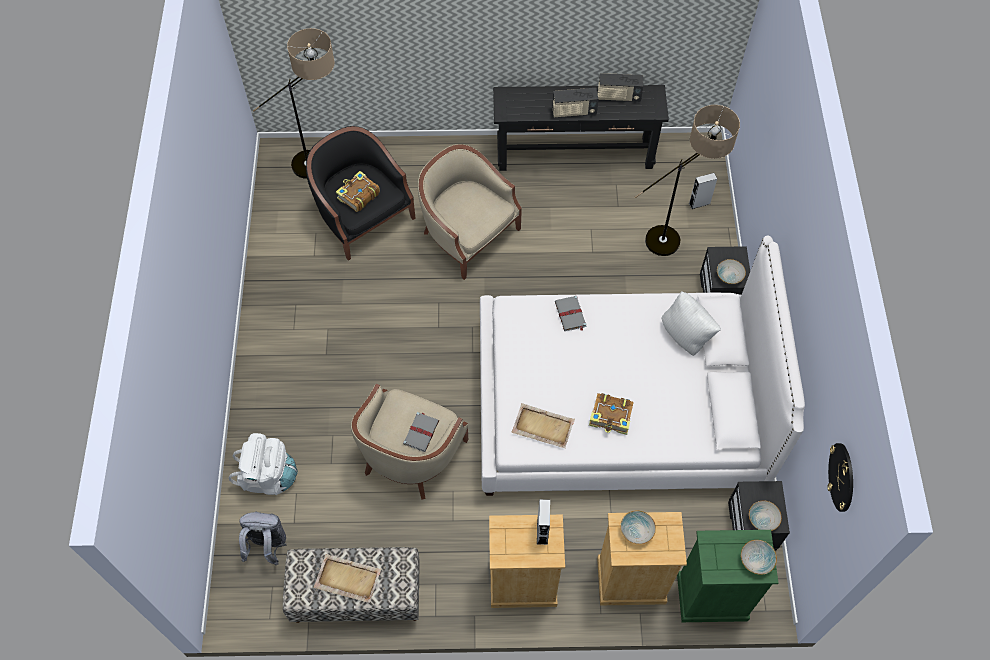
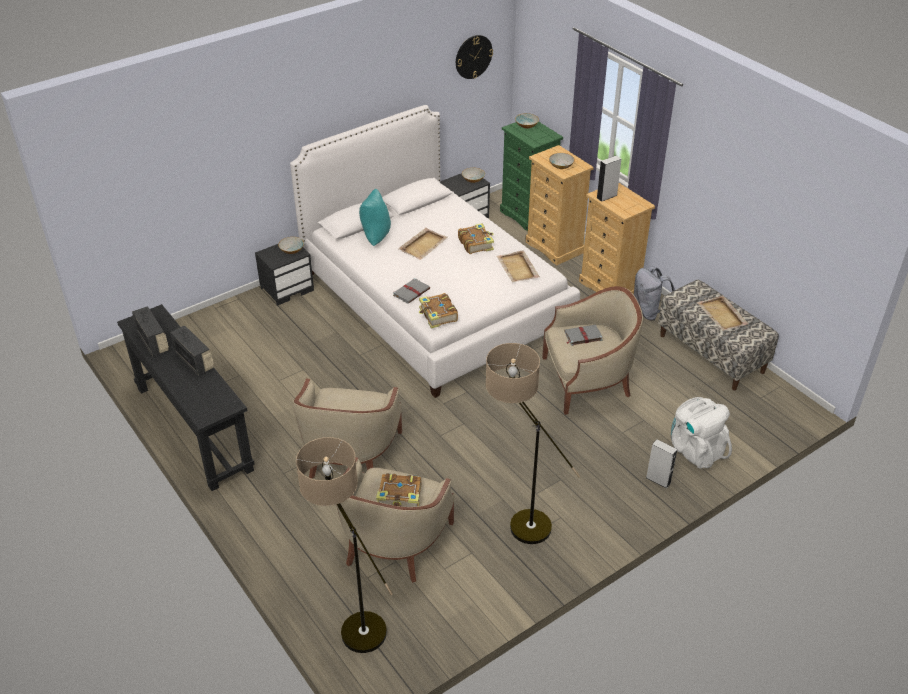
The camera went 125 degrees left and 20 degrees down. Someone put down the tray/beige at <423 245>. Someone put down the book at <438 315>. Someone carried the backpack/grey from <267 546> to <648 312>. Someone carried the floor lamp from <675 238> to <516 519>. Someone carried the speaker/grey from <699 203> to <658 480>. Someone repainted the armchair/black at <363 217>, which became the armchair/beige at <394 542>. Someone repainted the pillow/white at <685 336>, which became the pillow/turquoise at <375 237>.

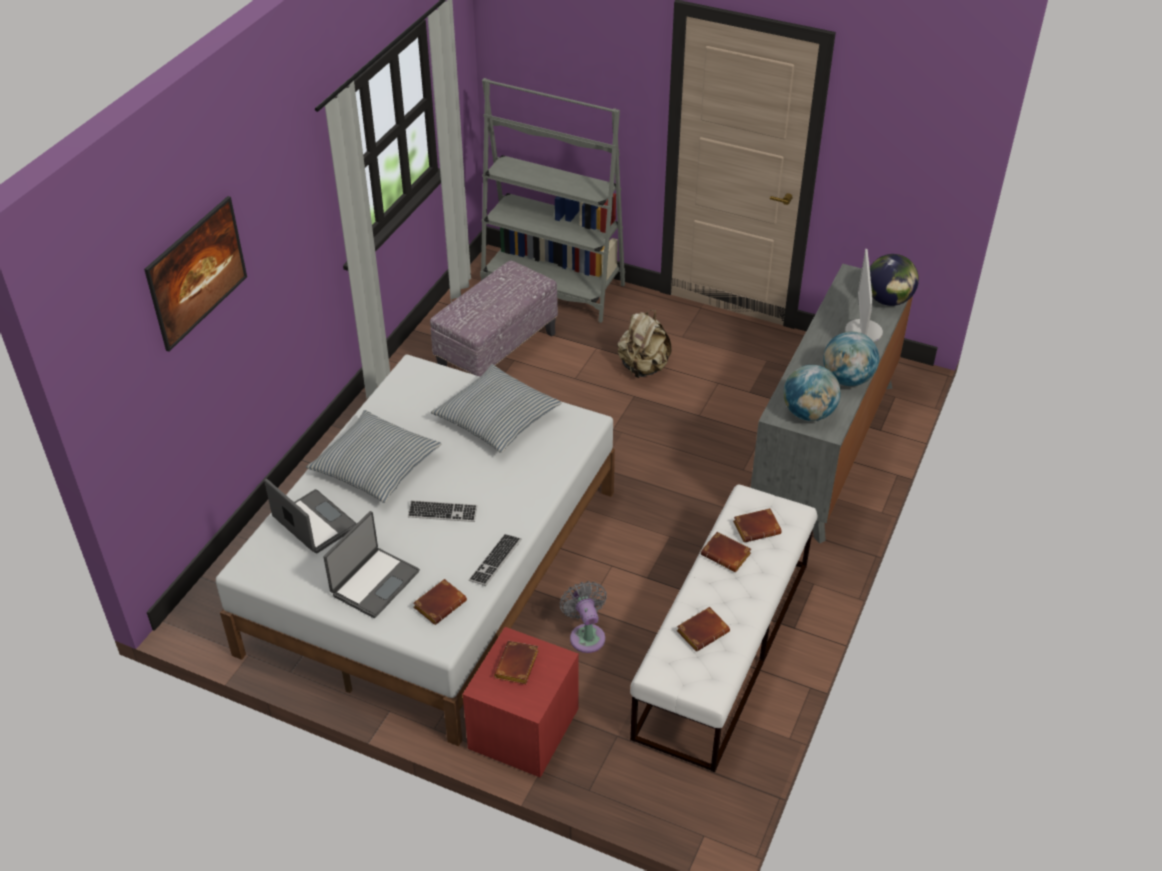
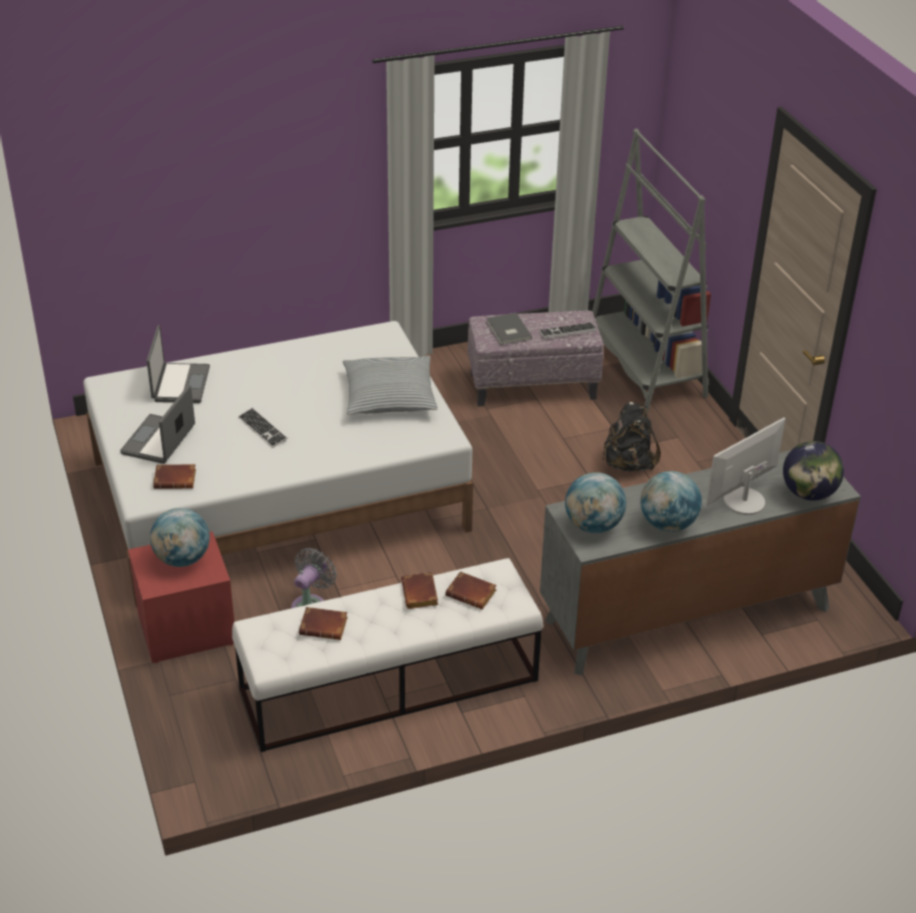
The camera went 45 degrees right and 5 degrees down. Someone took away the picture at <201 292>. Someone took away the pillow at <376 466>. Someone put down the book/grey at <507 331>. Someone carried the keyboard from <495 561> to <567 331>. Someone swapped the book/brown at <518 667> for the globe at <182 559>. Someone repainted the backpack/beige at <643 368>, which became the backpack/black at <628 464>. Someone rotated the laptop at <374 582> by 120 degrees clockwise.

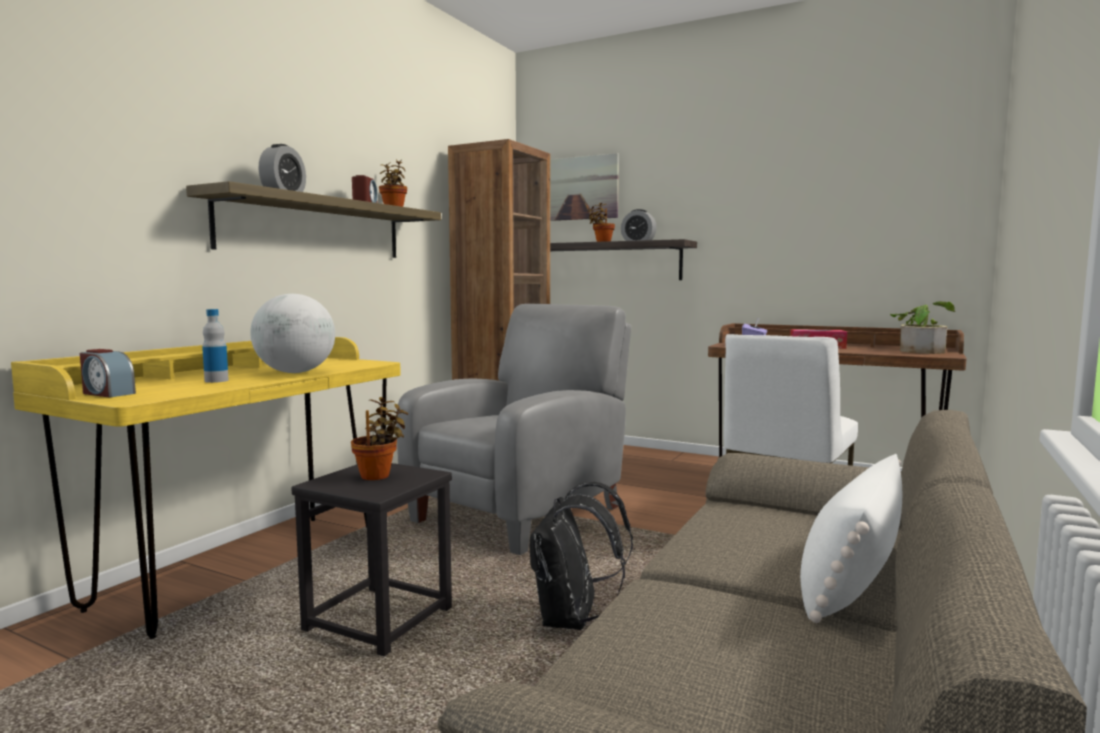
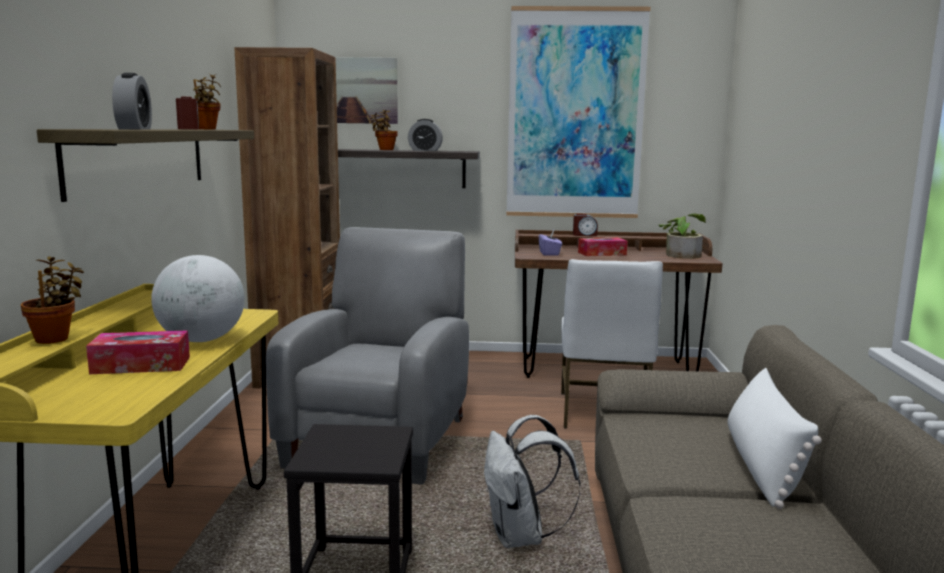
The camera went 25 degrees left and 5 degrees up. Someone put up the picture at <575 114>. Someone carried the alarm clock from <107 393> to <584 235>. Someone carried the potted plant from <378 475> to <55 338>. Someone swapped the bottle at <216 381> for the tissue box at <141 365>. Someone repainted the backpack/black at <572 620>, which became the backpack/white at <521 537>.

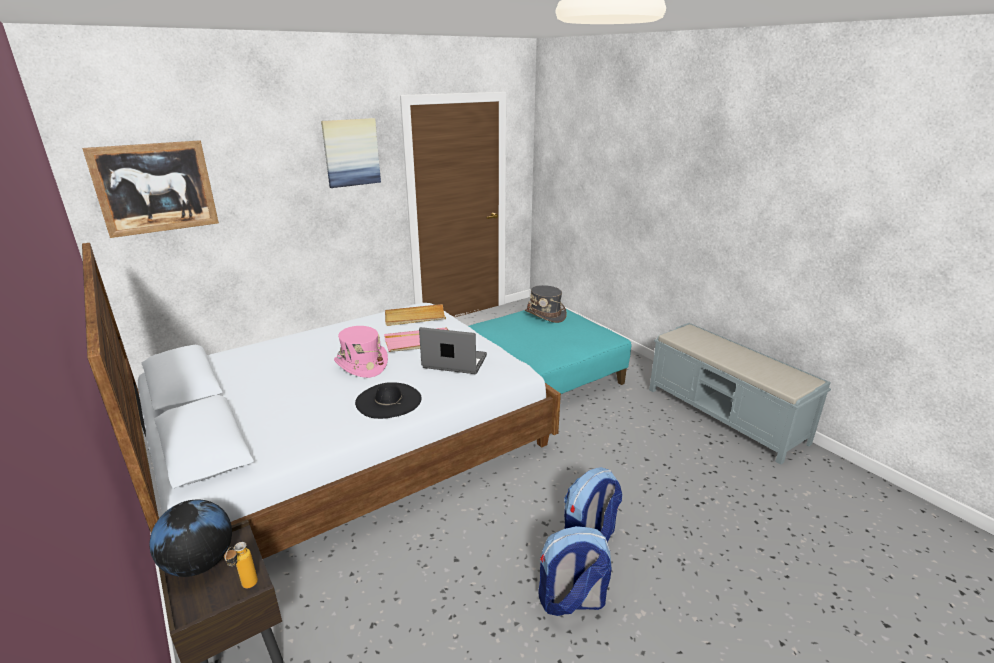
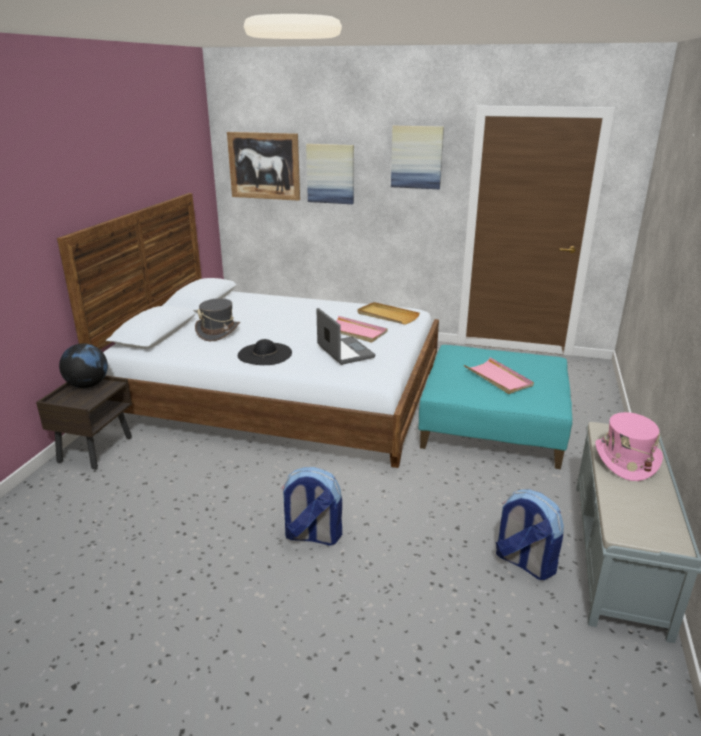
The camera went 50 degrees right and 0 degrees up. Someone took away the bottle at <246 588>. Someone put up the picture at <330 174>. Someone put down the tray/pink at <498 378>. Someone carried the hat/pink from <361 365> to <625 460>. Someone carried the hat/grey from <545 315> to <218 332>. Someone carried the backpack from <571 601> to <523 562>.

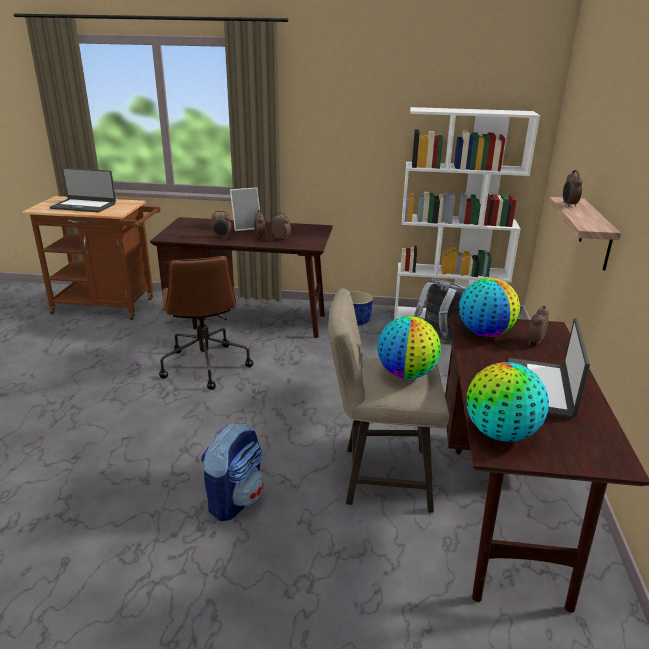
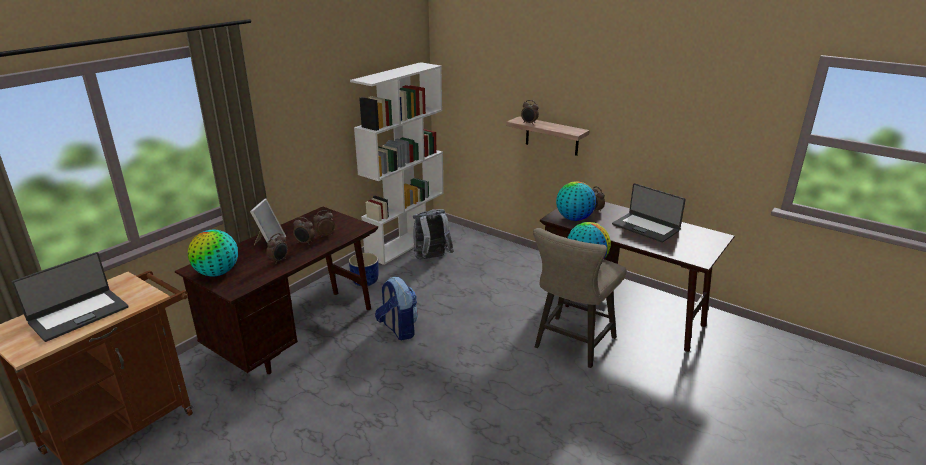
The camera went 60 degrees left and 0 degrees up. Someone took away the office chair/brown at <205 365>. Someone carried the backpack from <235 499> to <398 329>. Someone carried the globe from <500 433> to <217 273>.

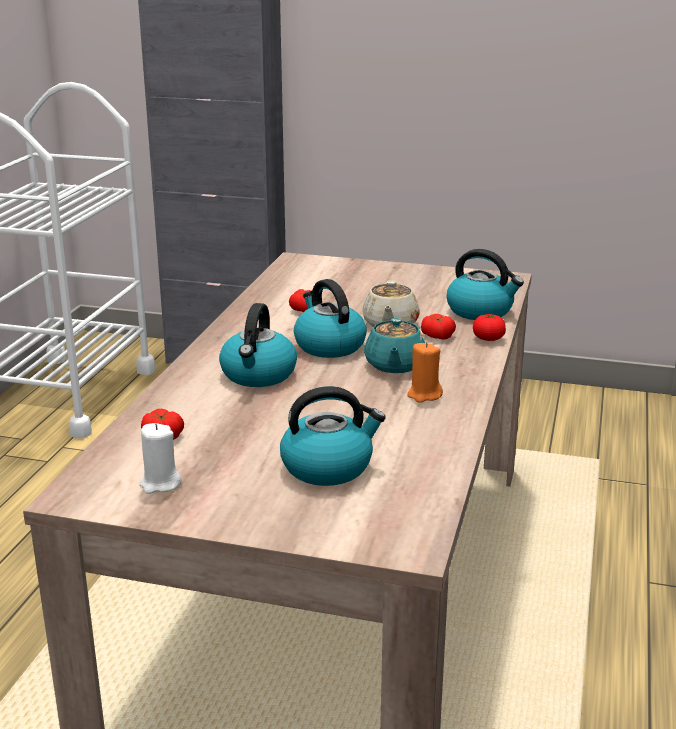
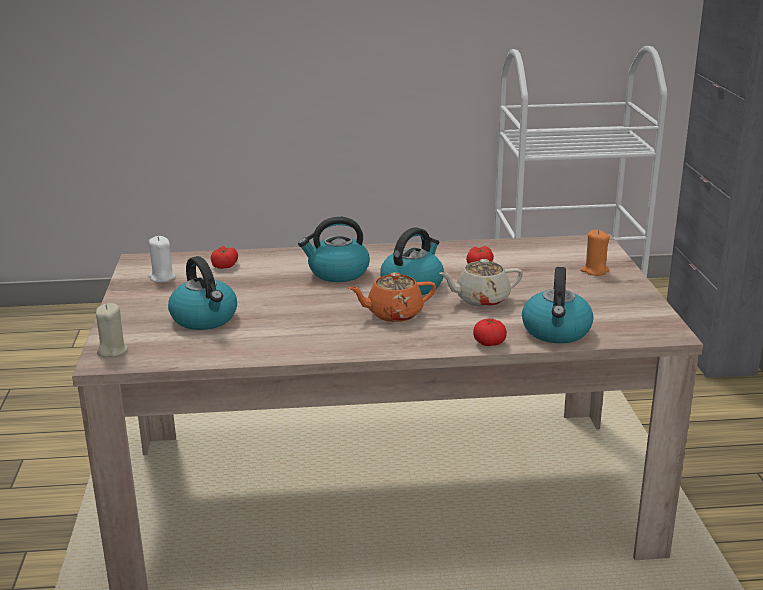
The camera went 70 degrees right and 0 degrees up. Someone took away the tomato at <437 336>. Someone put down the candle/beige at <112 351>. Someone carried the candle/orange from <424 395> to <594 271>. Someone repainted the teapot/turquoise at <394 365>, which became the teapot/orange at <393 314>.

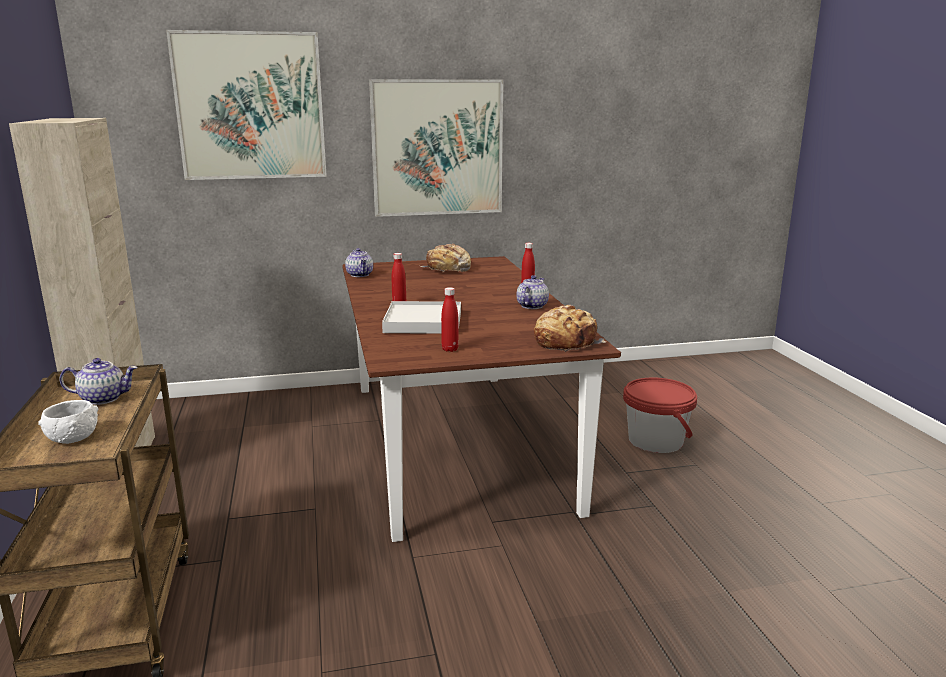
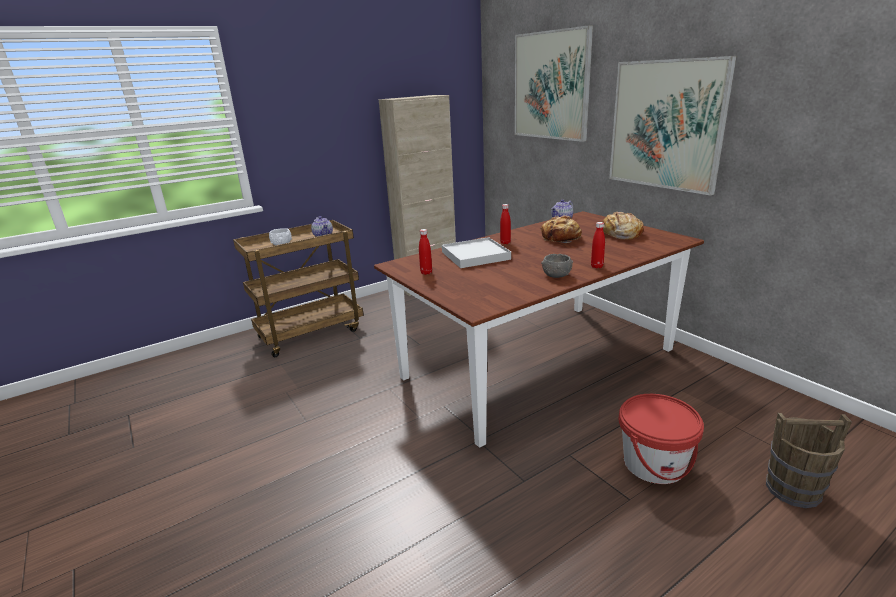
The camera went 70 degrees right and 5 degrees up. Someone put down the bucket/brown at <793 489>. Someone carried the bread from <565 341> to <561 238>. Someone swapped the teapot at <531 306> for the bowl/grey at <556 275>.

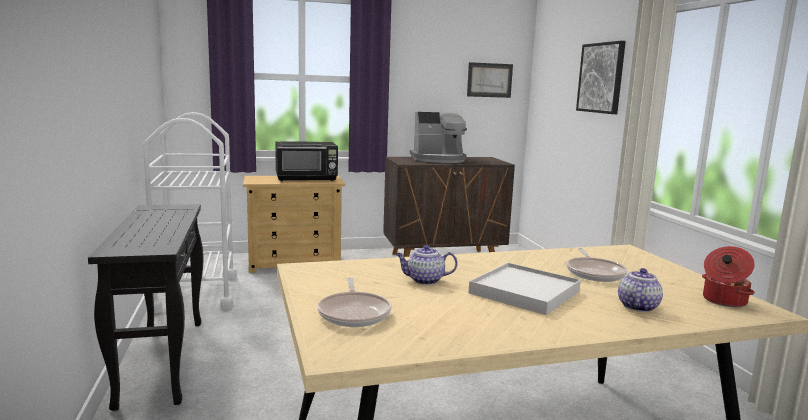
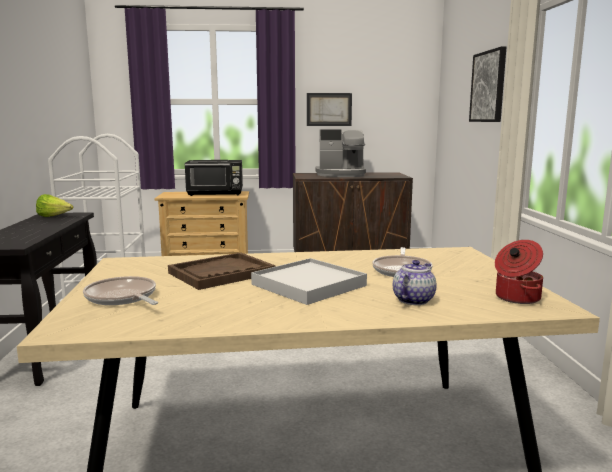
The camera went 10 degrees right and 0 degrees up. Someone put down the lettuce at <54 217>. Someone carried the picture from <489 80> to <329 109>. Someone swapped the teapot at <424 280> for the tray/brown at <221 273>. Someone rotated the frying pan at <354 313> by 135 degrees clockwise.

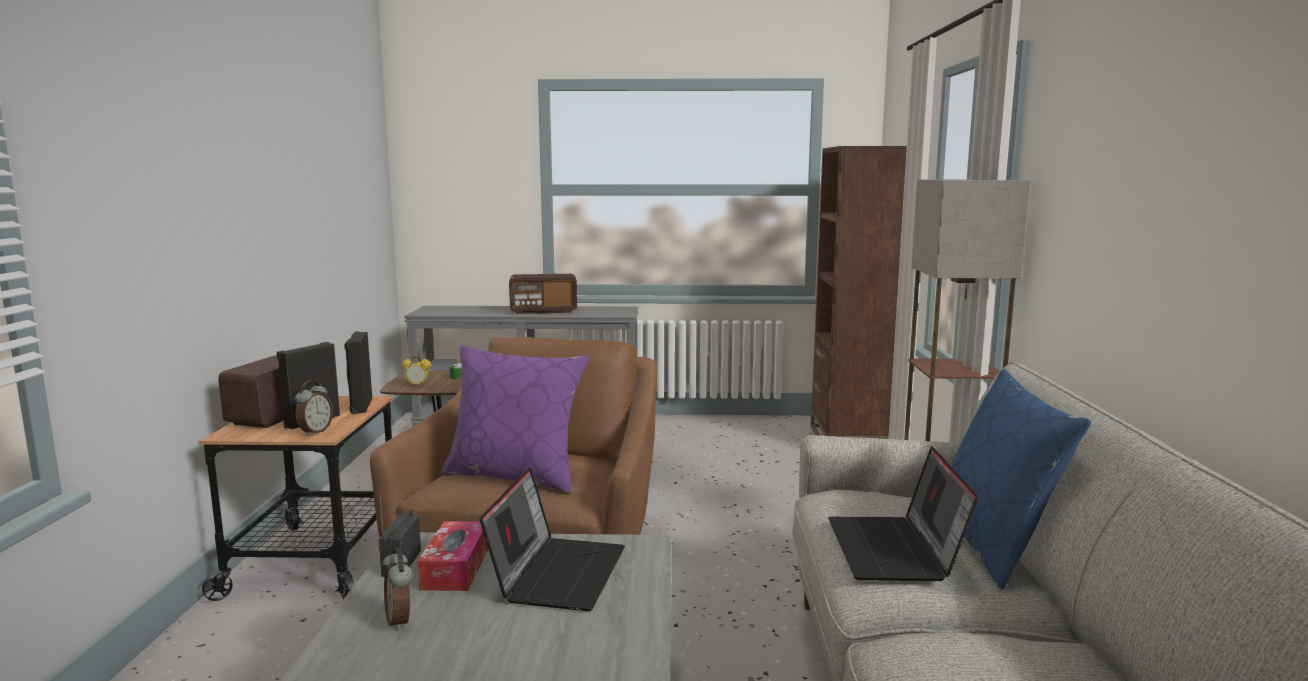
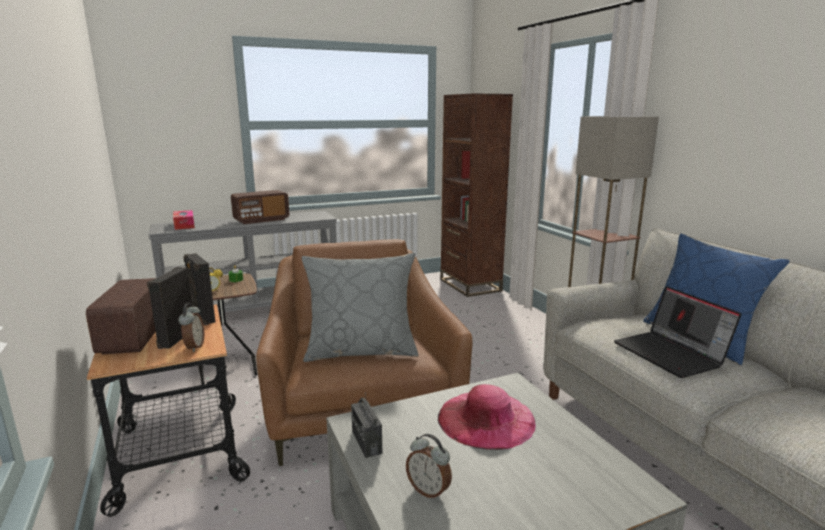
The camera went 25 degrees left and 5 degrees up. Someone carried the tissue box from <456 568> to <184 225>. Someone swapped the laptop at <557 573> for the hat/pink at <486 419>. Someone repainted the pillow/purple at <515 476>, which became the pillow/grey at <361 351>.

